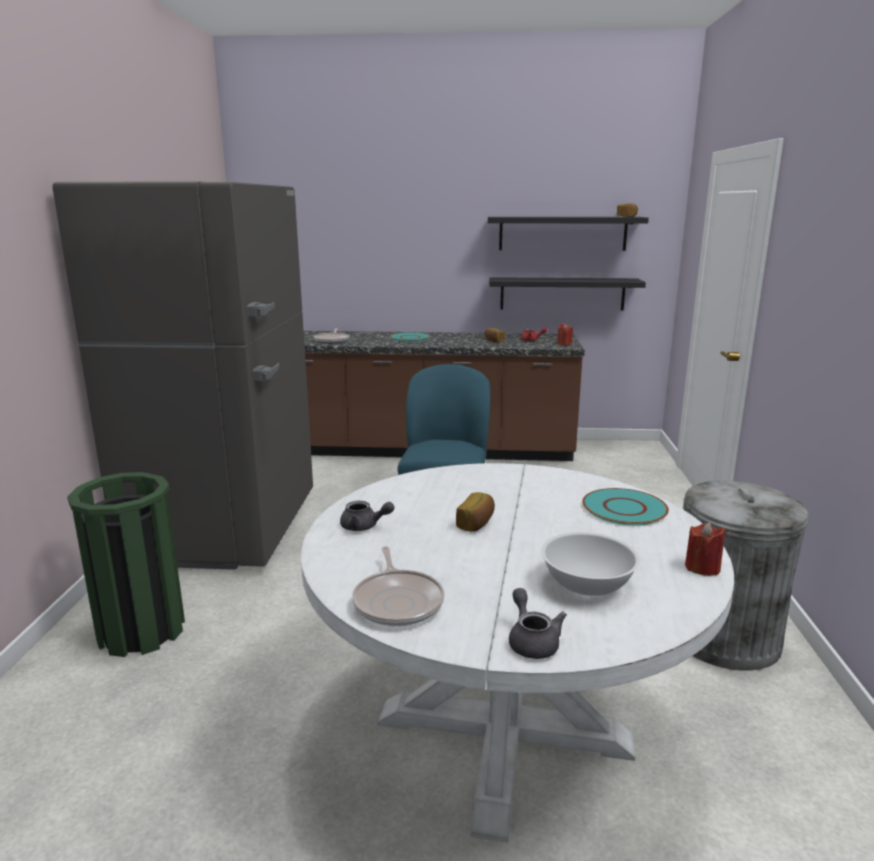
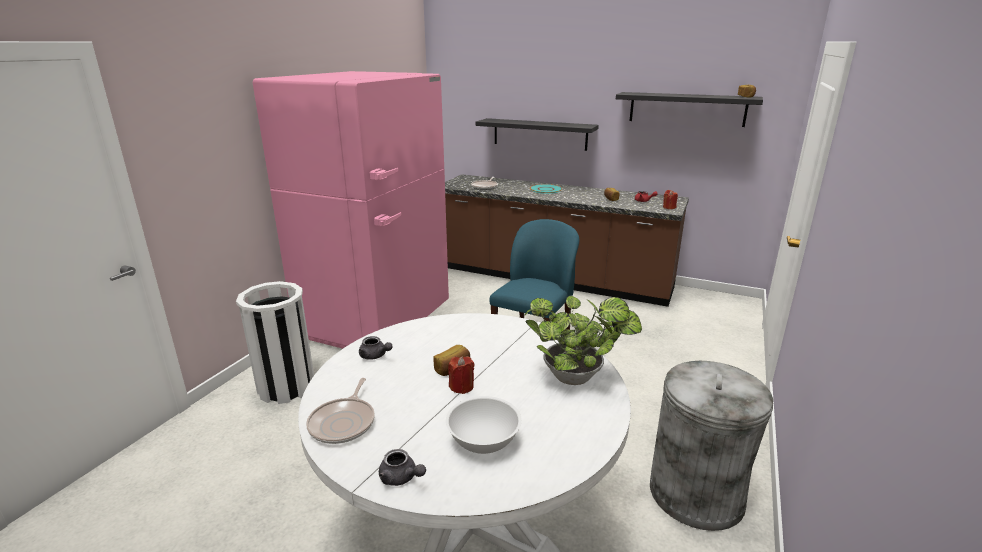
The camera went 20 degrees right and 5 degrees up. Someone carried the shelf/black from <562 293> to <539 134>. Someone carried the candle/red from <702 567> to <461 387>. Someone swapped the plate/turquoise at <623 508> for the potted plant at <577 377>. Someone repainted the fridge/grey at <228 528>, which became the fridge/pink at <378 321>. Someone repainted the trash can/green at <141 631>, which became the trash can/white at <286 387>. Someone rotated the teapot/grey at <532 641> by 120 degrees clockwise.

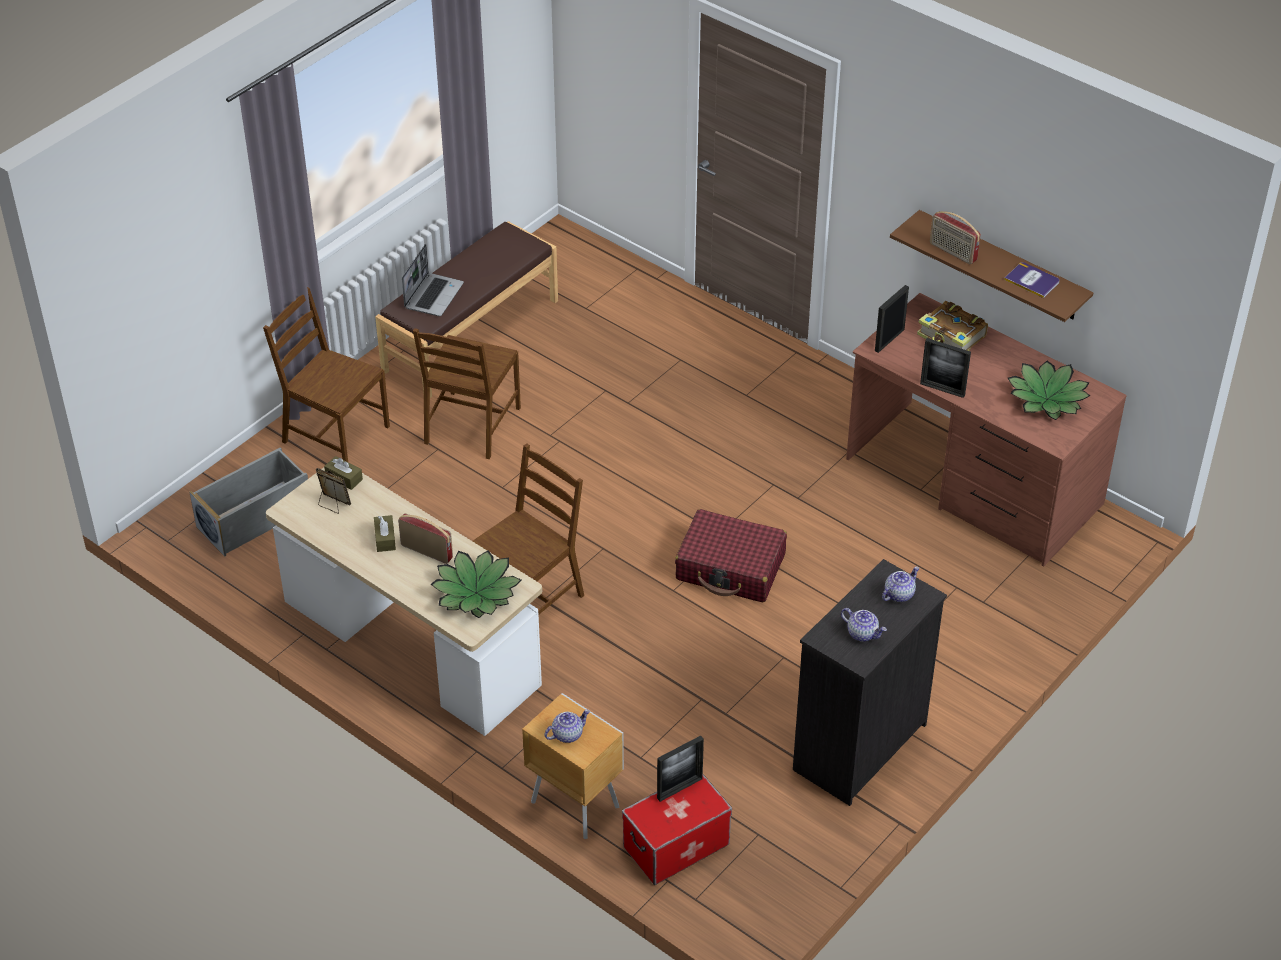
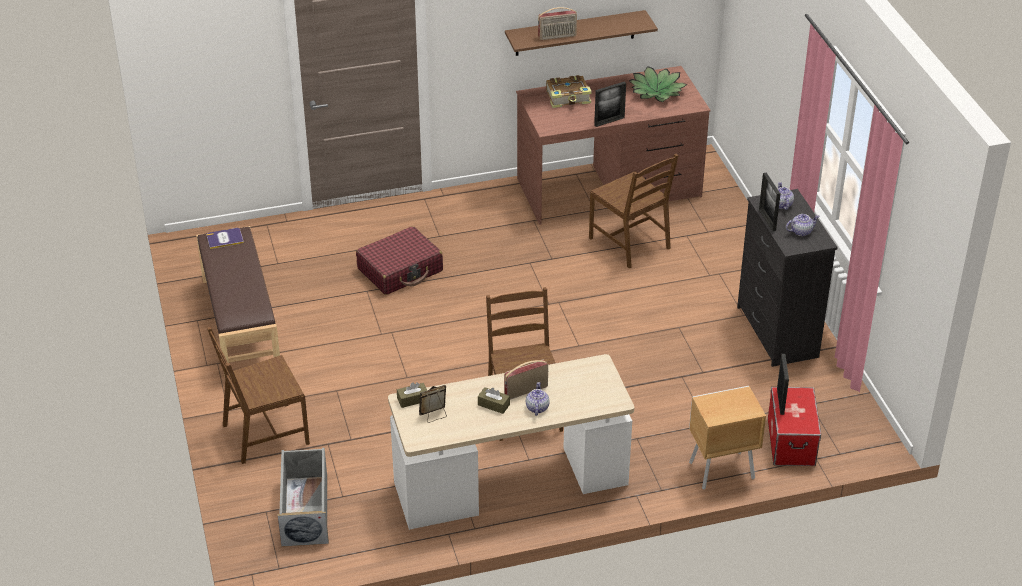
The camera went 55 degrees left and 5 degrees down. Someone took away the laptop at <433 295>. Someone took away the potted plant at <475 593>. Someone carried the chair/brown from <471 426> to <631 243>. Someone carried the teapot from <567 734> to <537 407>. Someone carried the suitcase/red from <731 567> to <400 270>. Someone carried the picture frame from <889 340> to <767 220>. Someone carried the book from <1032 280> to <225 239>.

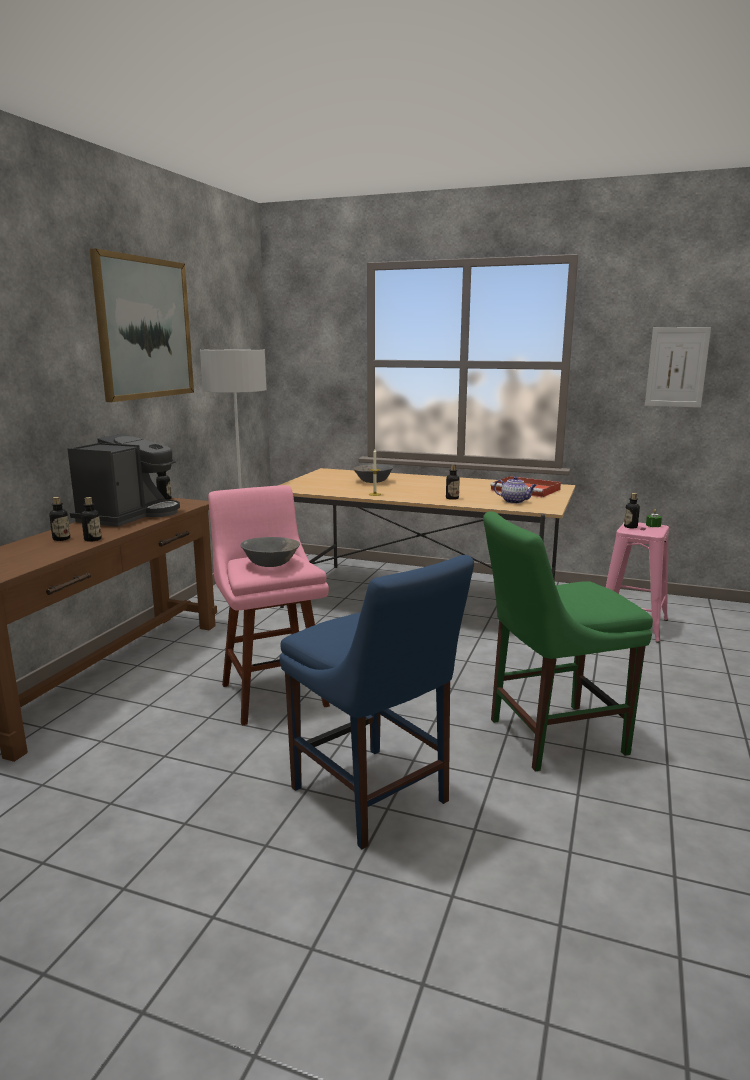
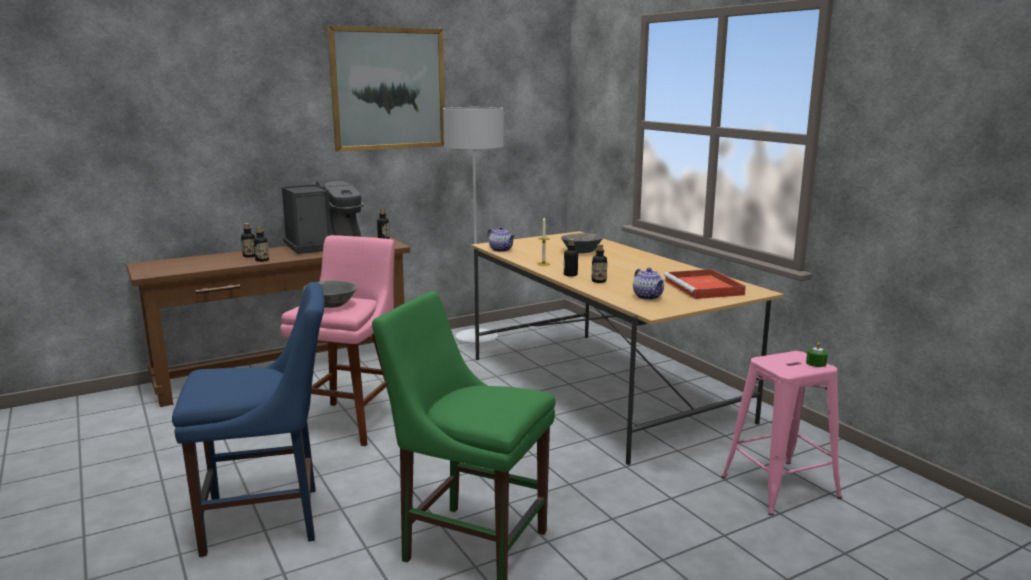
The camera went 40 degrees right and 0 degrees up. Someone took away the picture at <677 367>. Someone put down the teapot at <501 250>. Someone carried the bottle from <630 527> to <570 275>. Someone rotated the chair/blue at <373 798> by 105 degrees counterclockwise.

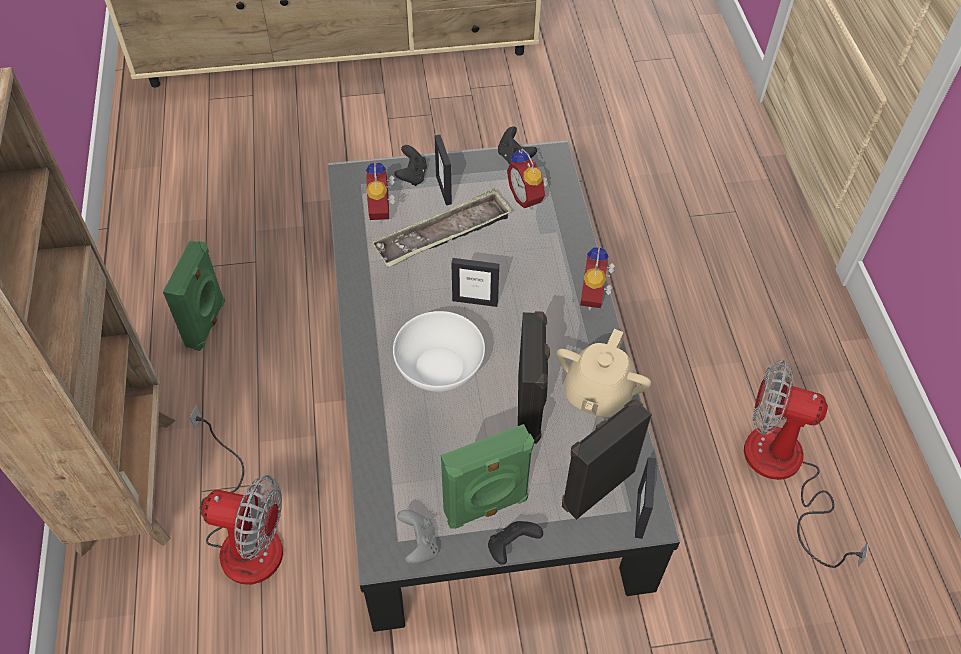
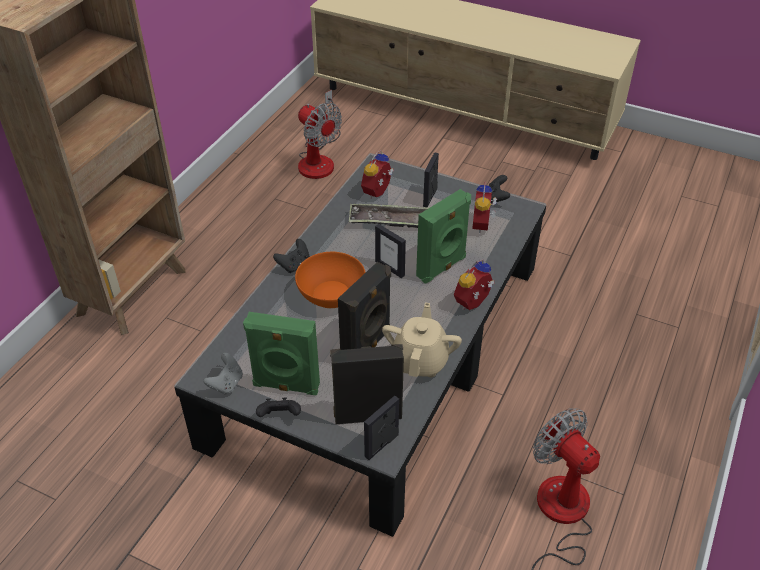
The camera went 35 degrees right and 10 degrees down. Someone carried the speaker/green from <207 324> to <442 267>. Someone carried the fan from <244 533> to <319 159>. Someone carried the game controller/black from <412 176> to <294 265>. Someone repainted the bowl/white at <439 368>, which became the bowl/orange at <331 294>. Someone rotated the teapot/beige at <597 394> by 135 degrees clockwise.

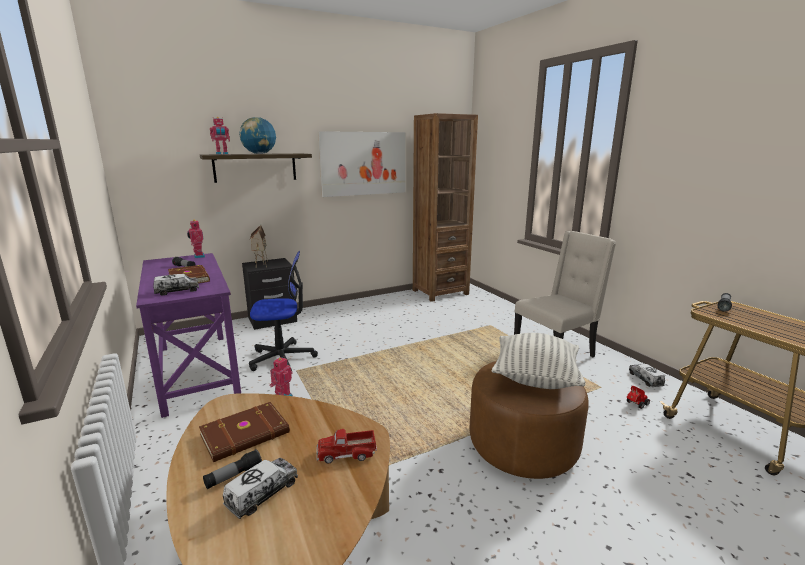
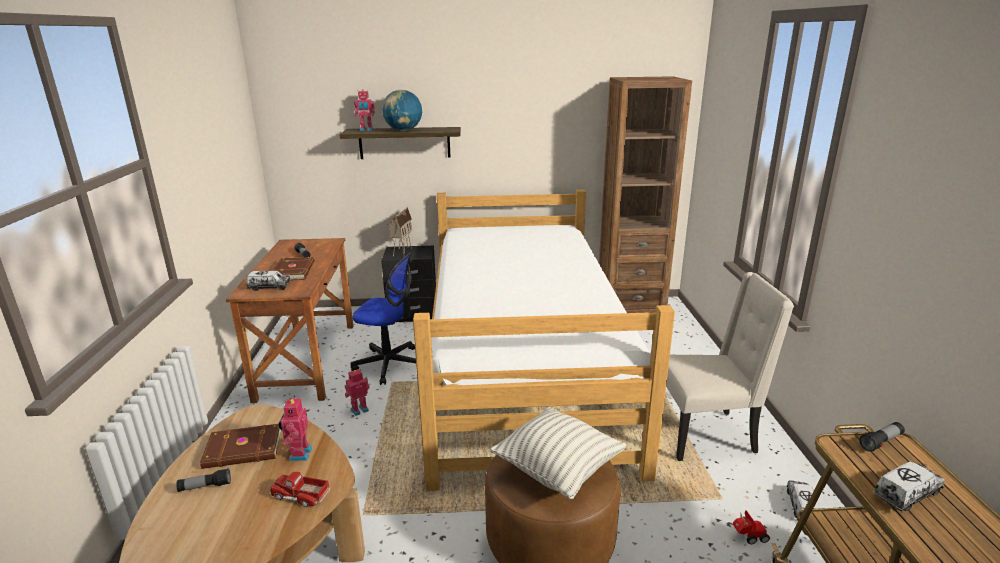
The camera went 25 degrees right and 5 degrees up. Someone took away the picture at <363 163>. Someone put down the bed at <523 371>. Someone carried the toy robot from <198 256> to <299 454>. Someone carried the toy truck from <262 493> to <907 494>. Someone repainted the desk/purple at <196 371>, which became the desk/brown at <307 360>.

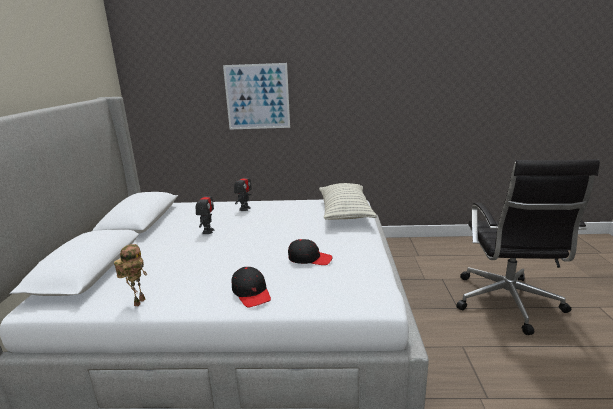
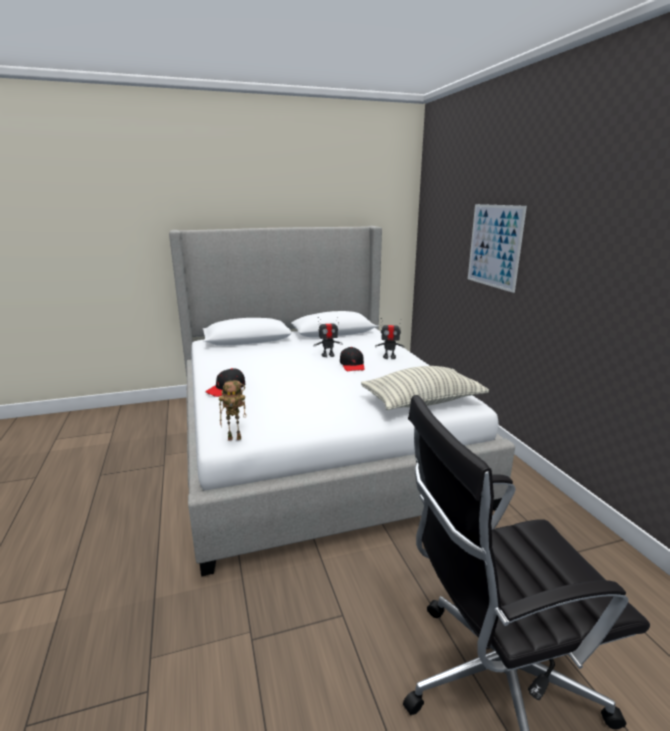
The camera went 70 degrees right and 0 degrees up. Someone carried the toy robot from <139 301> to <235 438>. Someone carried the cap/black from <309 258> to <352 365>.

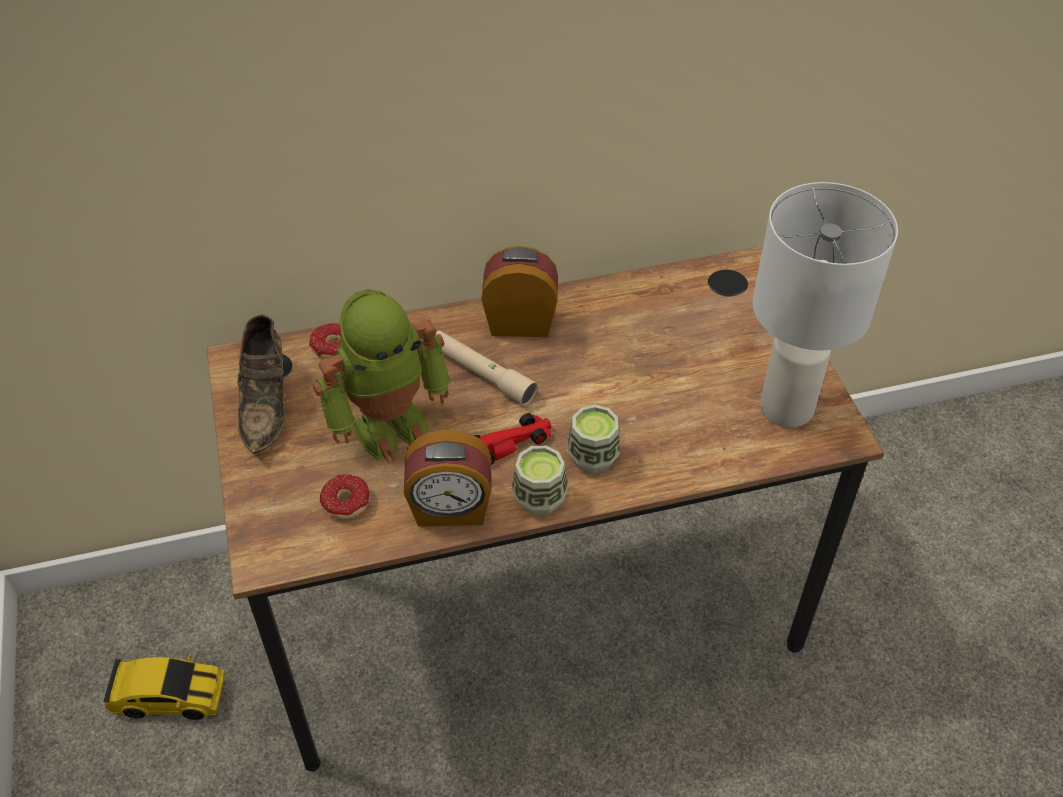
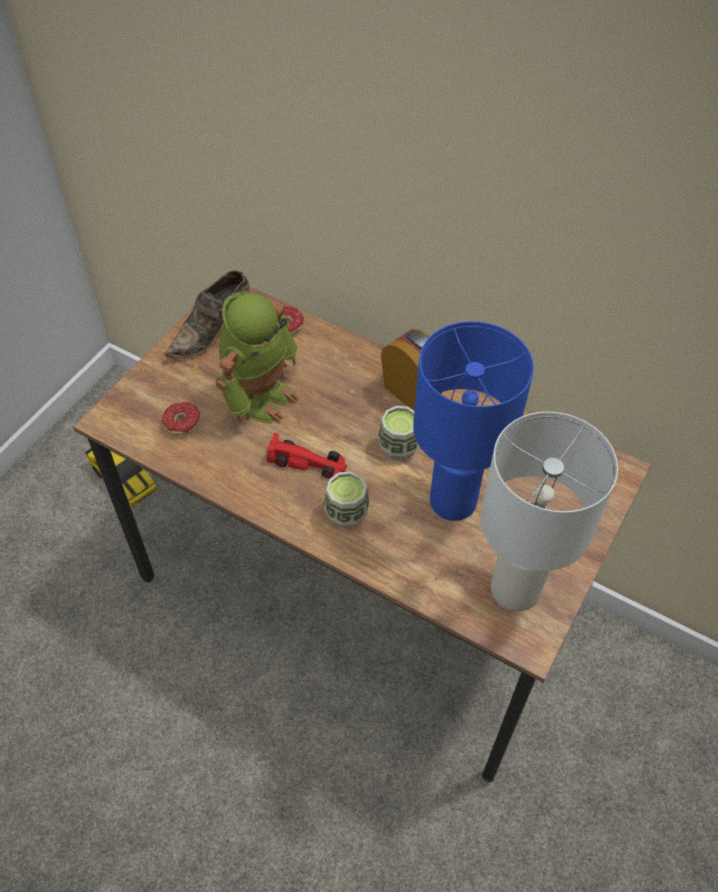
The camera went 45 degrees right and 5 degrees up. Someone took away the alarm clock at <450 510>. Someone took away the flashlight/beige at <481 374>. Someone put down the table lamp/blue at <453 500>. Someone carried the cup from <539 498> to <398 447>. Someone rotated the toy robot at <390 424> by 75 degrees counterclockwise.

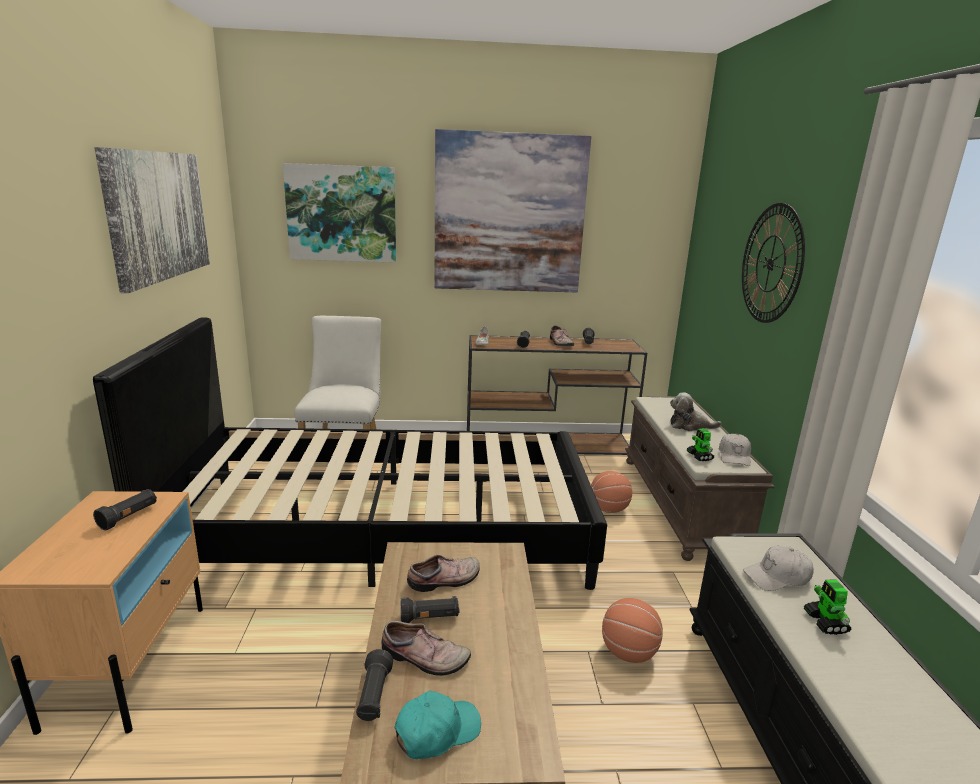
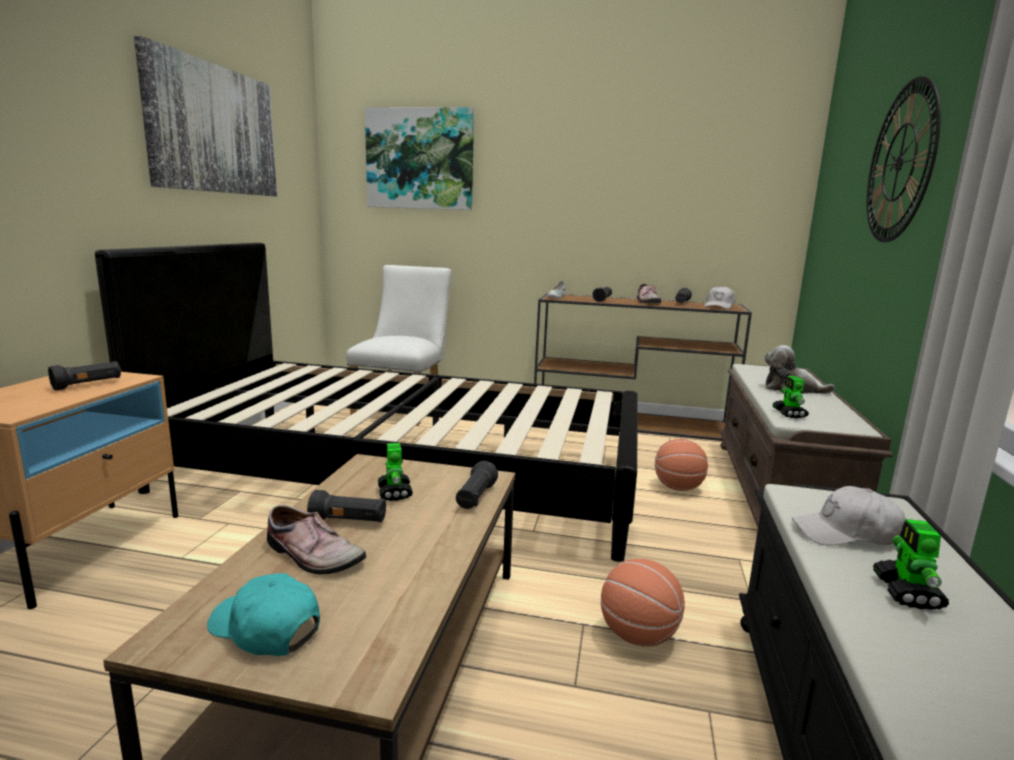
The camera went 15 degrees right and 5 degrees down. Someone took away the picture at <509 214>. Someone carried the flashlight/black from <374 696> to <475 498>. Someone carried the cap/white from <734 456> to <719 306>. Someone swapped the shoe at <445 581> for the toy robot at <394 492>. Someone rotated the cap/turquoise at <437 732> by 135 degrees counterclockwise.

